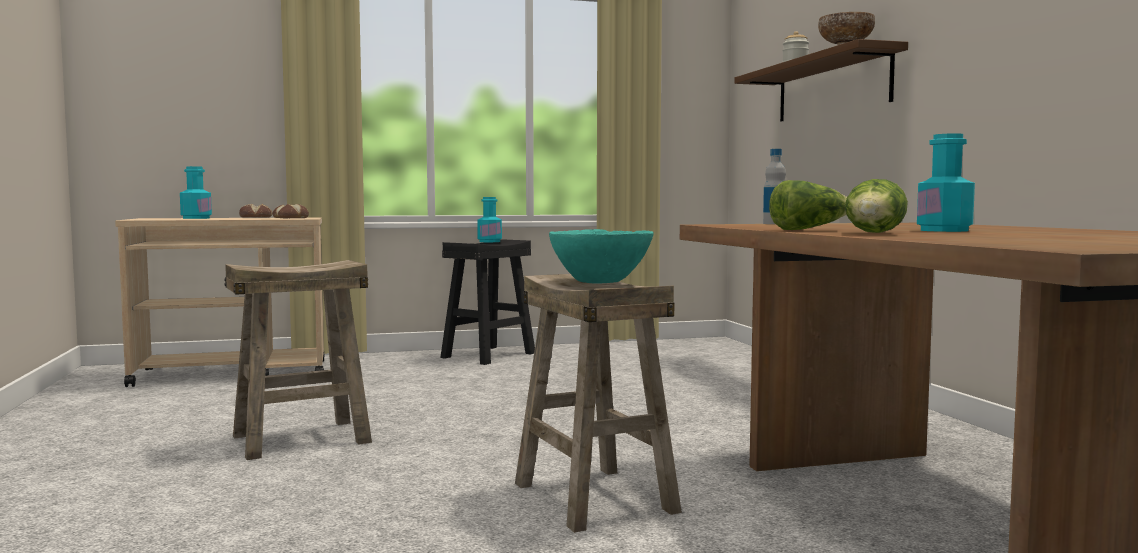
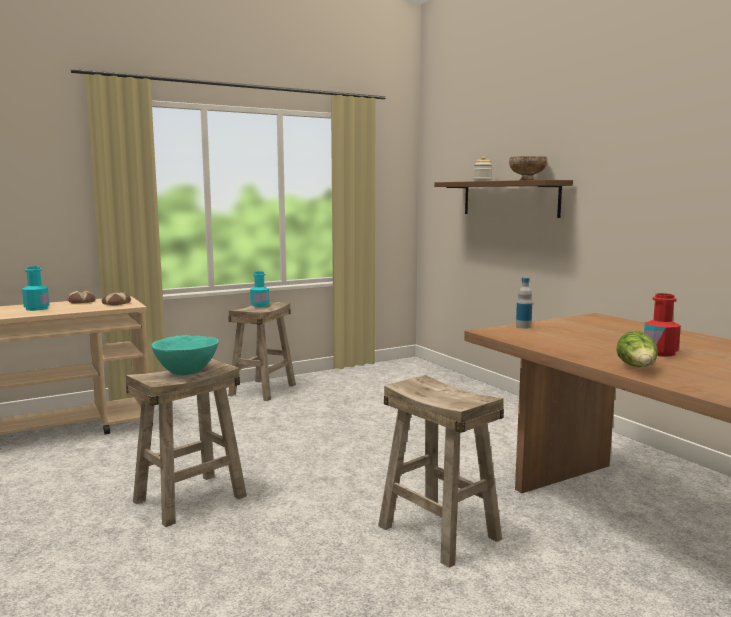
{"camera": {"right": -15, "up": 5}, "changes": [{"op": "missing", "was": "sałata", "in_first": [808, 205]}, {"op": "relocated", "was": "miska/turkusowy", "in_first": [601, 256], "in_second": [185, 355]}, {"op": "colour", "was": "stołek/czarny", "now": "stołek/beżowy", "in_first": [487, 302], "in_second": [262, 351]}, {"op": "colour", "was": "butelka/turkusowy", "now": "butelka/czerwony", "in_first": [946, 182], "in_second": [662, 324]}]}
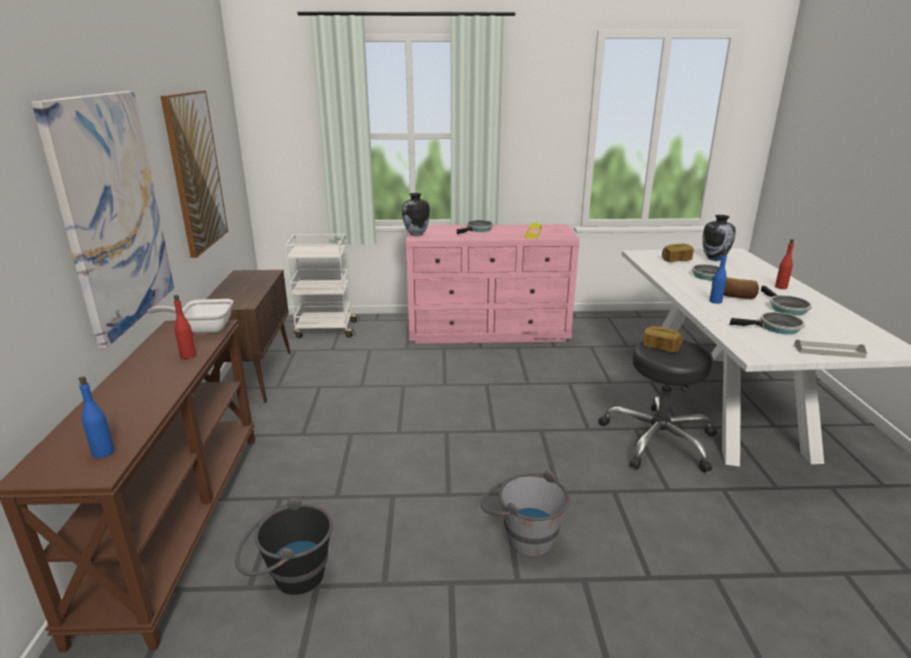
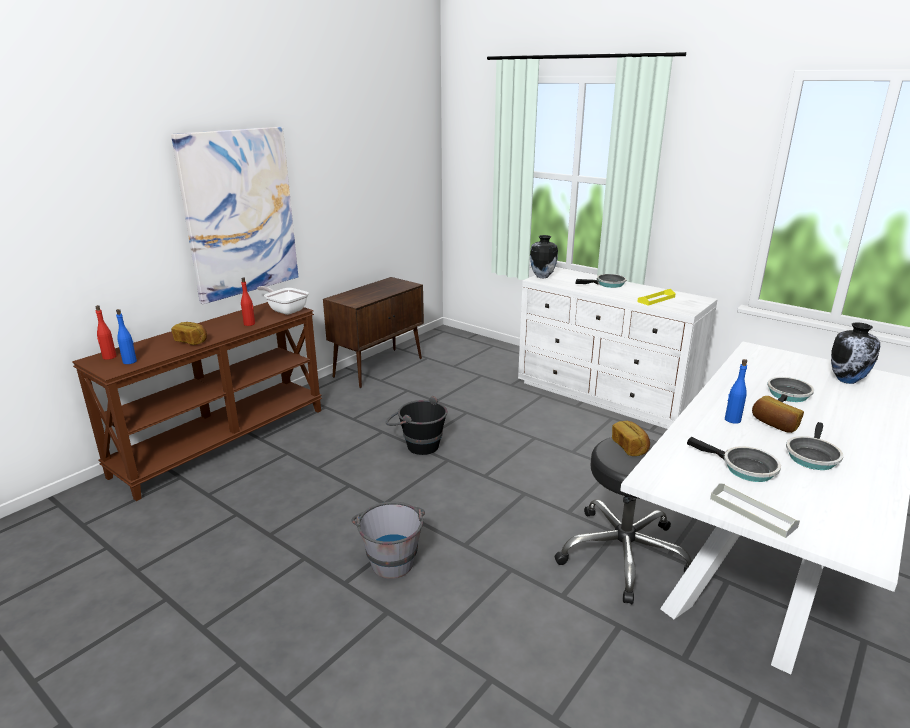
{"camera": {"right": 40, "up": 0}, "changes": [{"op": "missing", "was": "obraz", "in_first": [194, 174]}, {"op": "missing", "was": "wózek/biały", "in_first": [322, 286]}, {"op": "relocated", "was": "wiadro/czarny", "in_first": [284, 546], "in_second": [416, 425]}, {"op": "relocated", "was": "chleb", "in_first": [678, 253], "in_second": [189, 333]}, {"op": "relocated", "was": "butelka/czerwony", "in_first": [784, 264], "in_second": [106, 332]}, {"op": "colour", "was": "komoda/różowy", "now": "komoda/biały", "in_first": [493, 284], "in_second": [618, 348]}]}
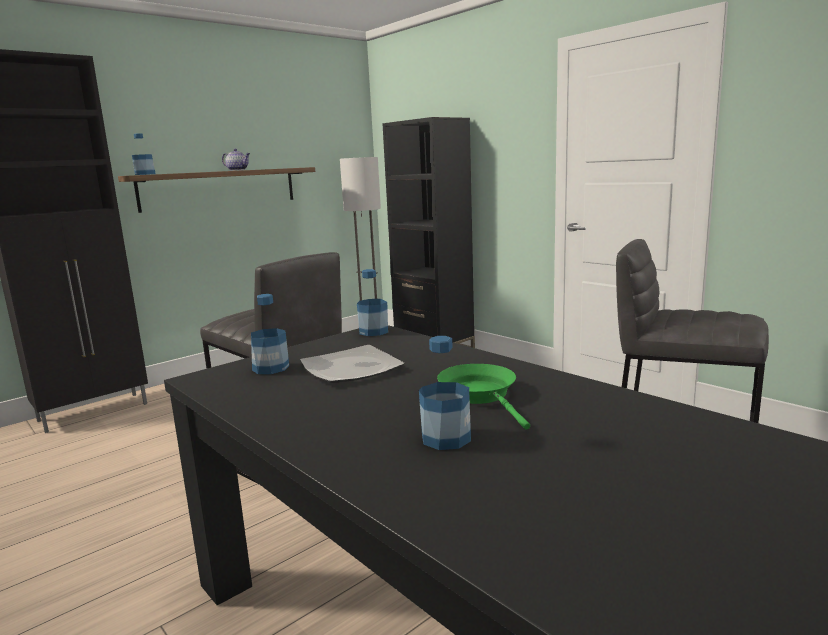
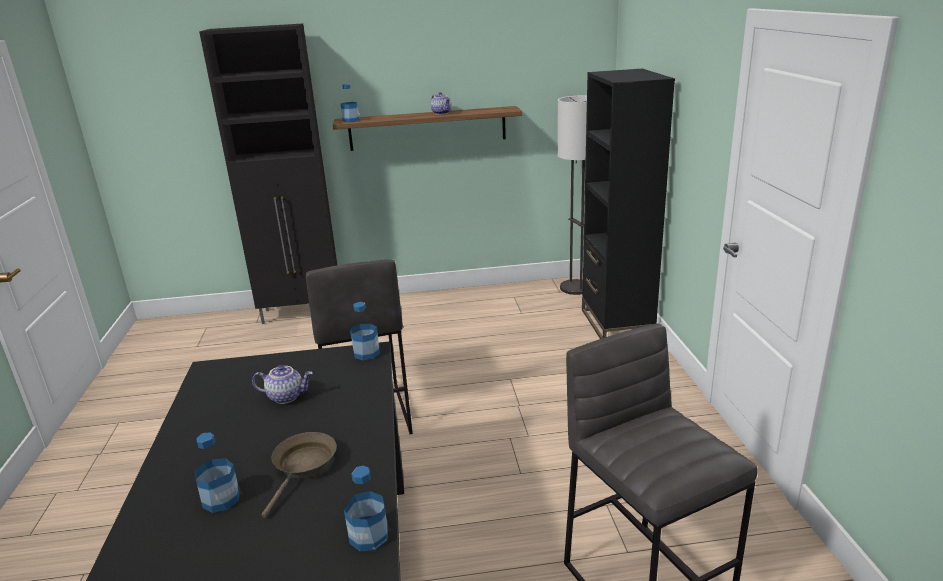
{"camera": {"right": 35, "up": 10}, "changes": [{"op": "relocated", "was": "butelka", "in_first": [270, 334], "in_second": [366, 508]}, {"op": "exchanged", "was": "talerz", "now": "imbryk", "in_first": [352, 364], "in_second": [282, 384]}, {"op": "colour", "was": "patelnia/zielony", "now": "patelnia/brązowy", "in_first": [483, 397], "in_second": [299, 475]}]}
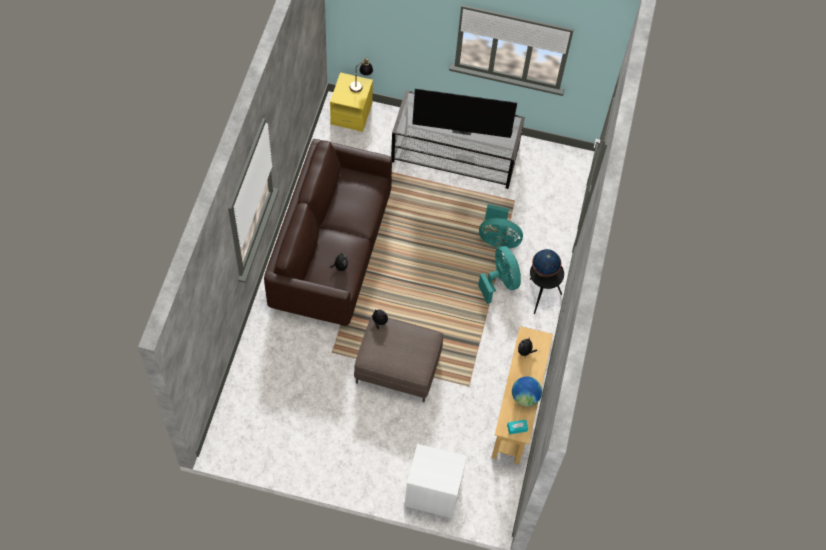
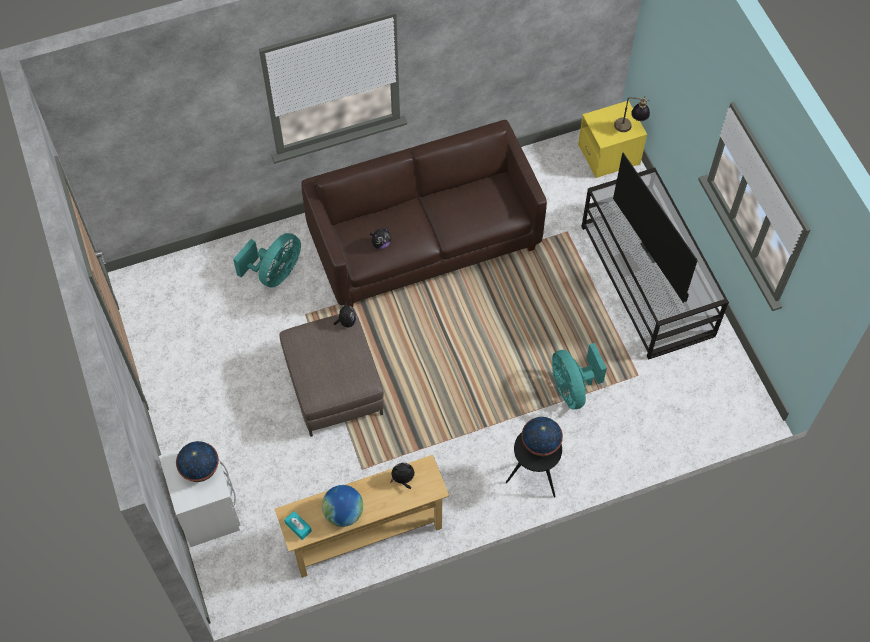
{"camera": {"right": 60, "up": 0}, "changes": [{"op": "appeared", "now": "globus", "in_second": [197, 461]}, {"op": "relocated", "was": "wentylator/turkusowy", "in_first": [499, 275], "in_second": [267, 260]}]}
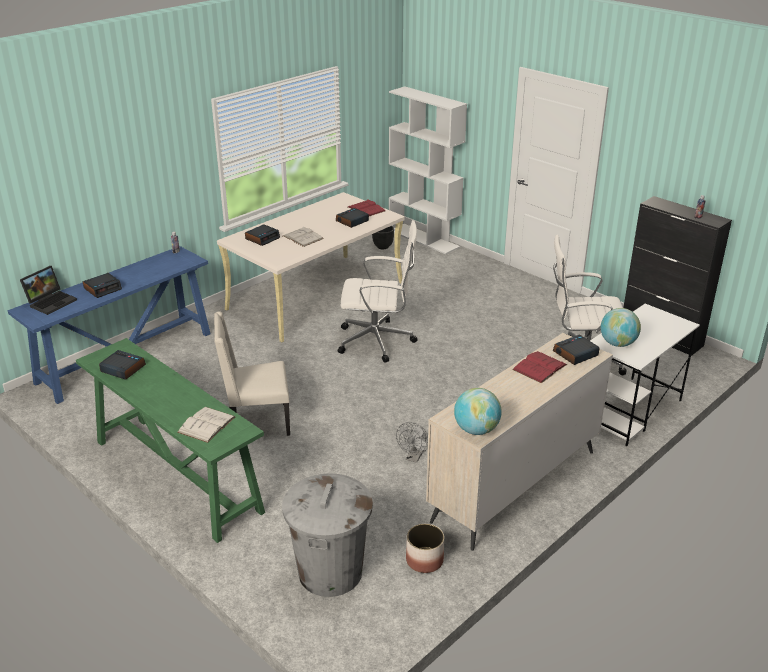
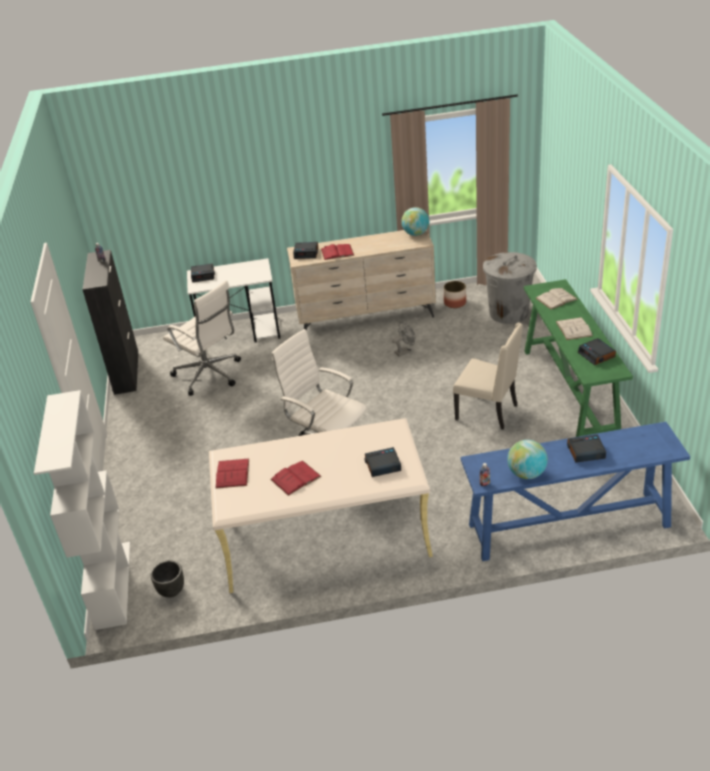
{"camera": {"right": -140, "up": 5}, "changes": [{"op": "missing", "was": "laptop", "in_first": [48, 290]}, {"op": "appeared", "now": "książka/czerwony", "in_second": [296, 478]}, {"op": "relocated", "was": "książka/biały", "in_first": [303, 236], "in_second": [574, 328]}, {"op": "relocated", "was": "budzik", "in_first": [352, 218], "in_second": [203, 272]}, {"op": "relocated", "was": "globus", "in_first": [621, 327], "in_second": [527, 459]}]}
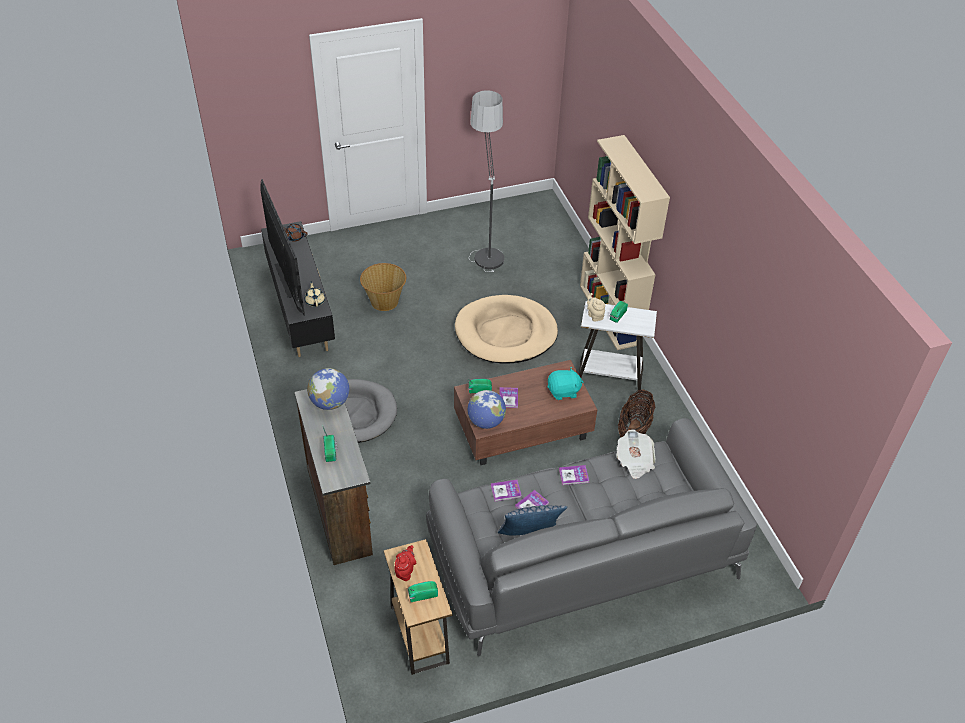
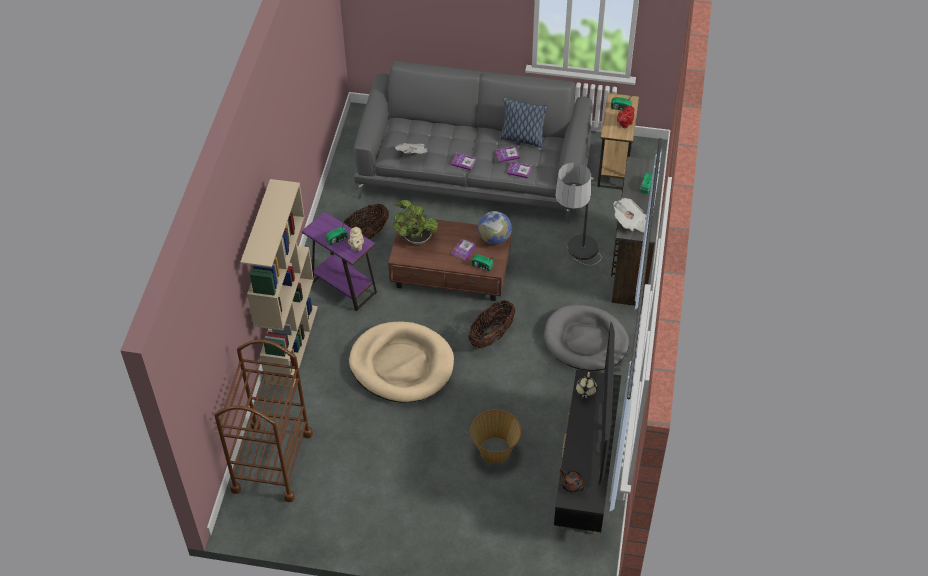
{"camera": {"right": -150, "up": 5}, "changes": [{"op": "appeared", "now": "wózek/brązowy", "in_second": [263, 420]}, {"op": "appeared", "now": "koszyk", "in_second": [491, 324]}, {"op": "relocated", "was": "lampa stojąca", "in_first": [486, 181], "in_second": [578, 214]}, {"op": "exchanged", "was": "globus", "now": "gazeta", "in_first": [328, 389], "in_second": [630, 215]}, {"op": "exchanged", "was": "pluszak/turkusowy", "now": "roślina doniczkowa", "in_first": [565, 383], "in_second": [415, 222]}, {"op": "colour", "was": "stolik/biały", "now": "stolik/fioletowy", "in_first": [617, 346], "in_second": [339, 261]}]}
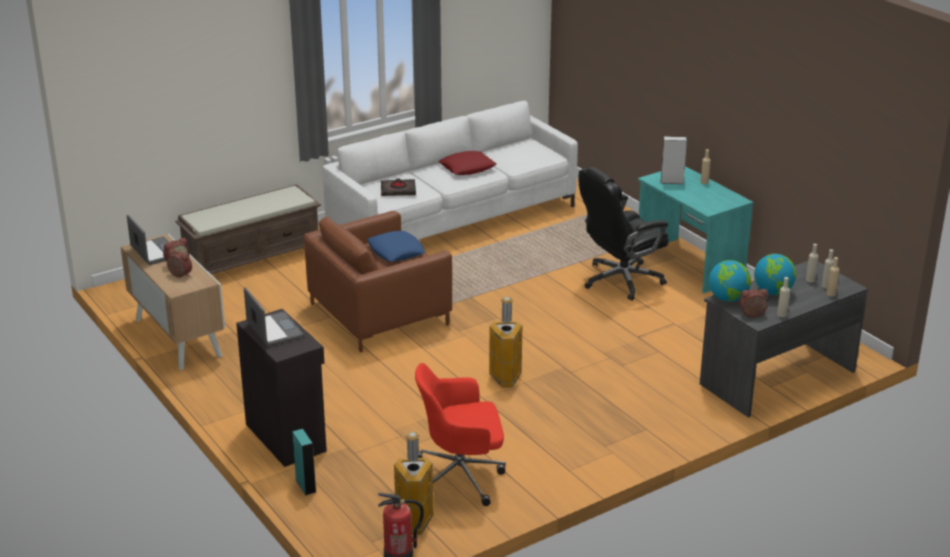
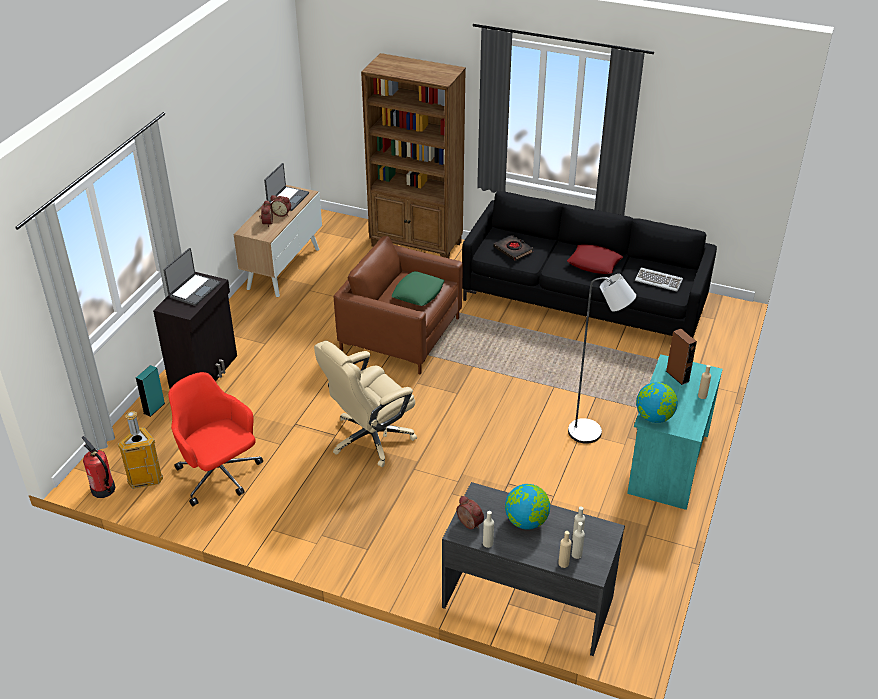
{"camera": {"right": 55, "up": 10}, "changes": [{"op": "appeared", "now": "klawiatura", "in_second": [659, 279]}, {"op": "relocated", "was": "globus", "in_first": [730, 281], "in_second": [657, 402]}, {"op": "exchanged", "was": "ławka/brązowy", "now": "regał/brązowy", "in_first": [248, 229], "in_second": [413, 155]}, {"op": "exchanged", "was": "kosz na śmieci", "now": "krzesło biurowe/beżowy", "in_first": [505, 342], "in_second": [365, 404]}, {"op": "exchanged", "was": "krzesło biurowe/czarny", "now": "lampa stojąca/szary", "in_first": [624, 234], "in_second": [602, 359]}, {"op": "colour", "was": "kanapa/biały", "now": "kanapa/czarny", "in_first": [450, 170], "in_second": [589, 264]}, {"op": "colour", "was": "poduszka/niebieski", "now": "poduszka/zielony", "in_first": [396, 246], "in_second": [418, 288]}, {"op": "colour", "was": "głośnik/szary", "now": "głośnik/brązowy", "in_first": [673, 160], "in_second": [681, 356]}]}
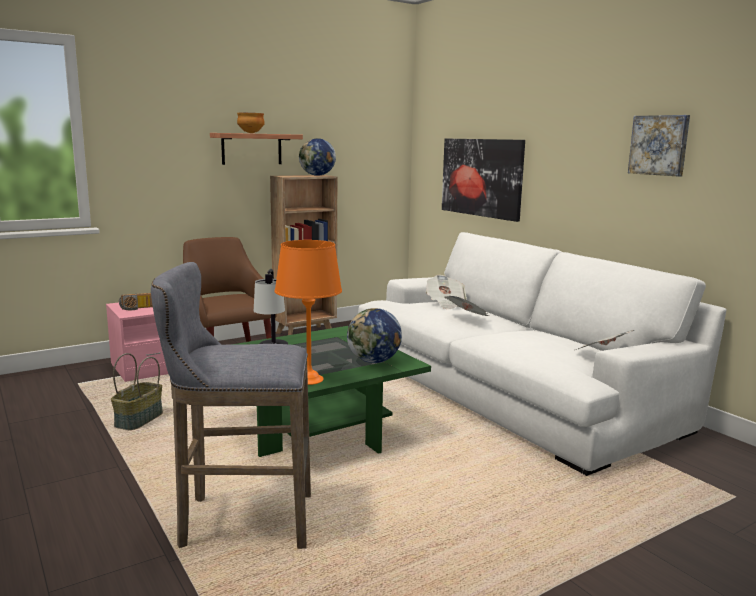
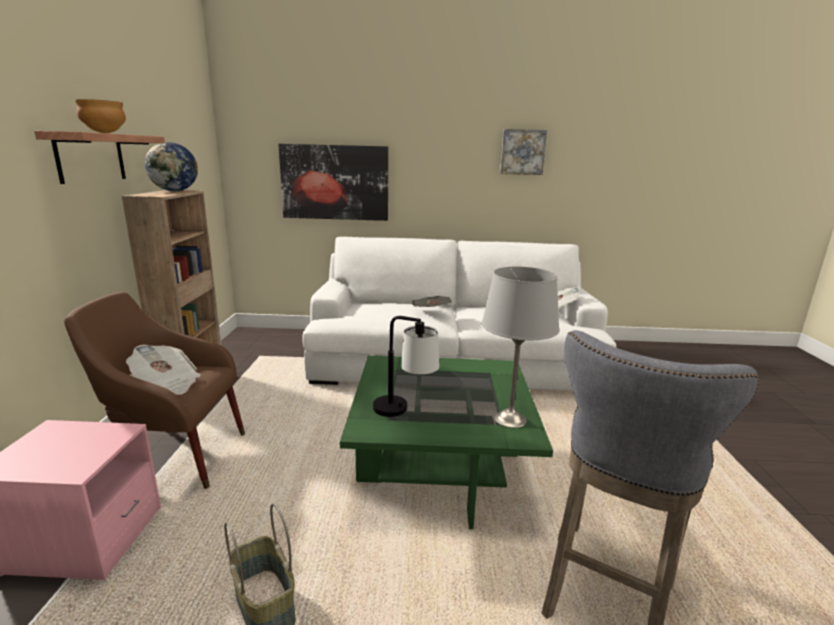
{"camera": {"right": -55, "up": 5}, "changes": [{"op": "missing", "was": "radio", "in_first": [136, 301]}, {"op": "missing", "was": "globus", "in_first": [374, 335]}, {"op": "relocated", "was": "gazeta", "in_first": [446, 292], "in_second": [163, 370]}, {"op": "colour", "was": "lampa stołowa/pomarańczowy", "now": "lampa stołowa/szary", "in_first": [308, 312], "in_second": [520, 347]}]}
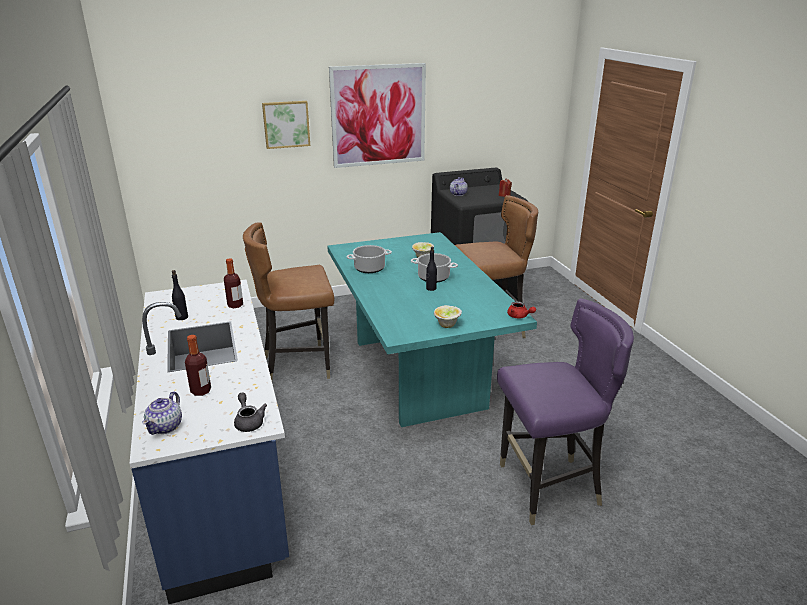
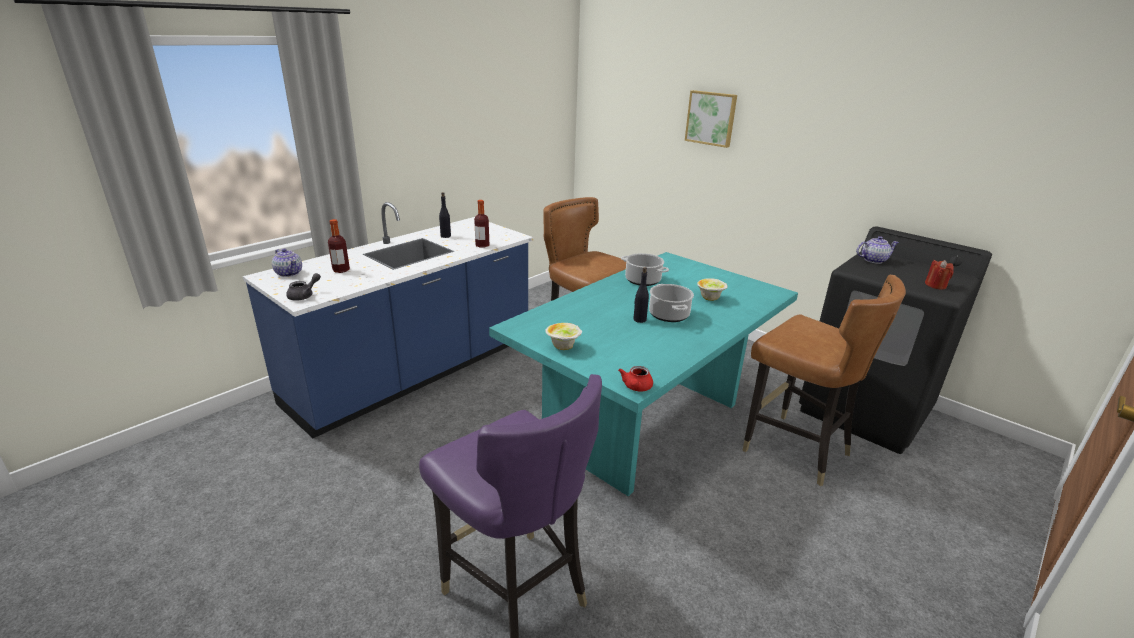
{"camera": {"right": 60, "up": 0}, "changes": [{"op": "missing", "was": "obraz", "in_first": [377, 115]}, {"op": "spun", "was": "imbryk", "in_first": [162, 413], "in_second": [287, 262], "clockwise": -120}]}
